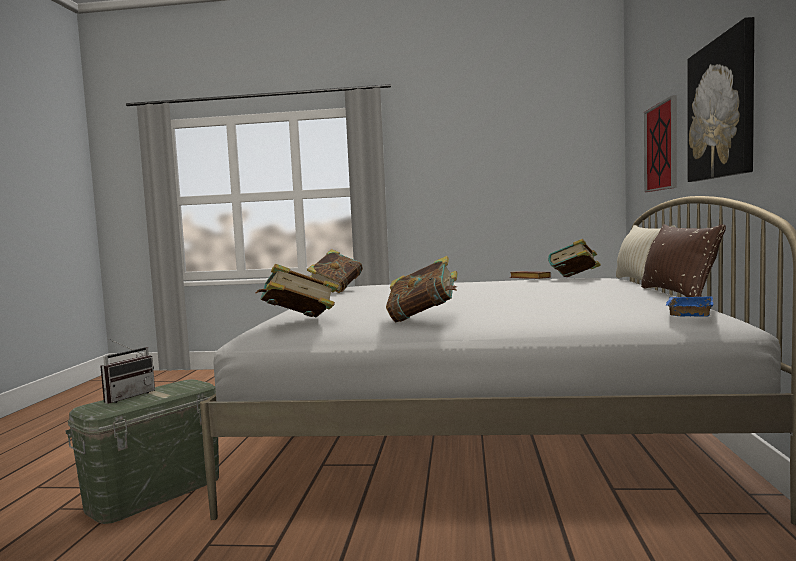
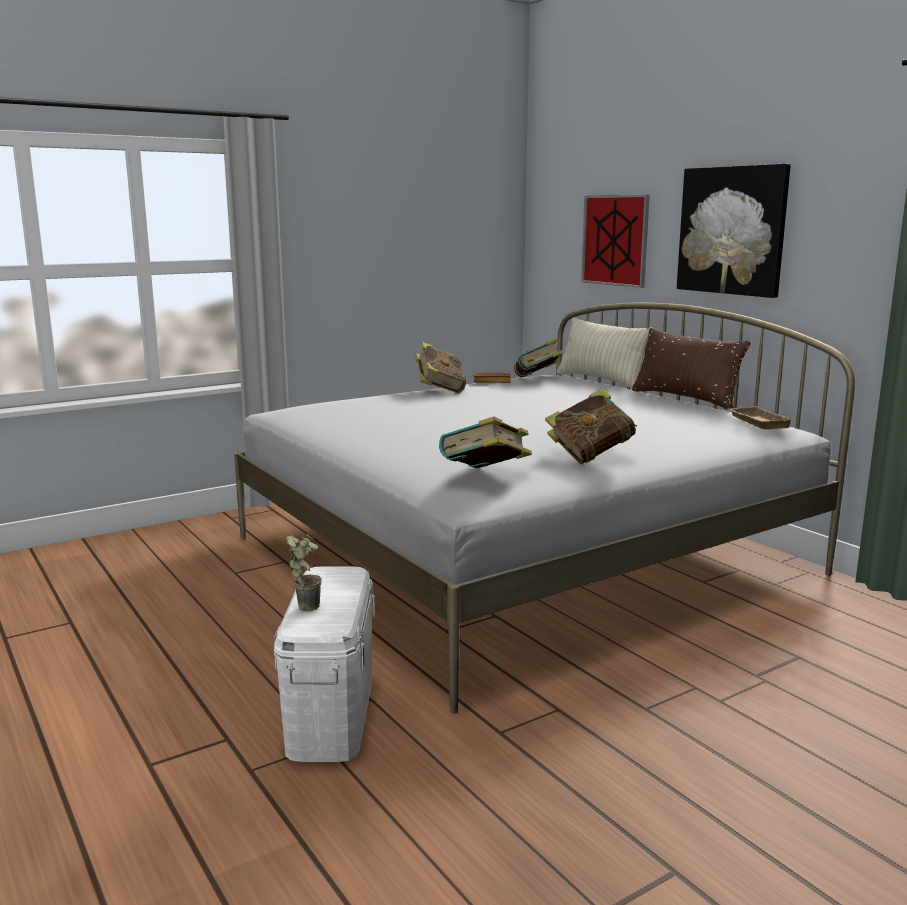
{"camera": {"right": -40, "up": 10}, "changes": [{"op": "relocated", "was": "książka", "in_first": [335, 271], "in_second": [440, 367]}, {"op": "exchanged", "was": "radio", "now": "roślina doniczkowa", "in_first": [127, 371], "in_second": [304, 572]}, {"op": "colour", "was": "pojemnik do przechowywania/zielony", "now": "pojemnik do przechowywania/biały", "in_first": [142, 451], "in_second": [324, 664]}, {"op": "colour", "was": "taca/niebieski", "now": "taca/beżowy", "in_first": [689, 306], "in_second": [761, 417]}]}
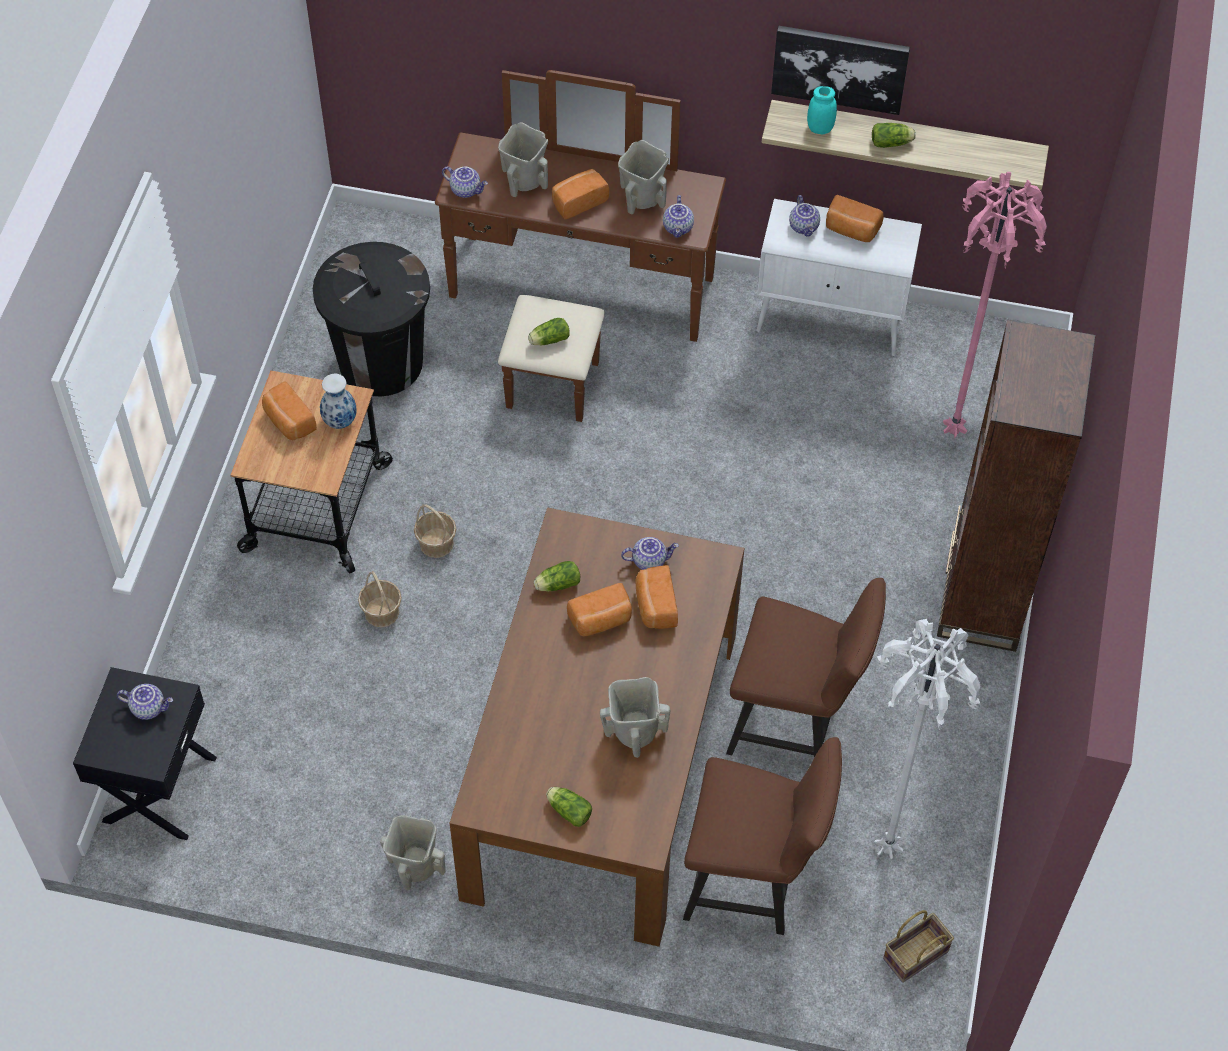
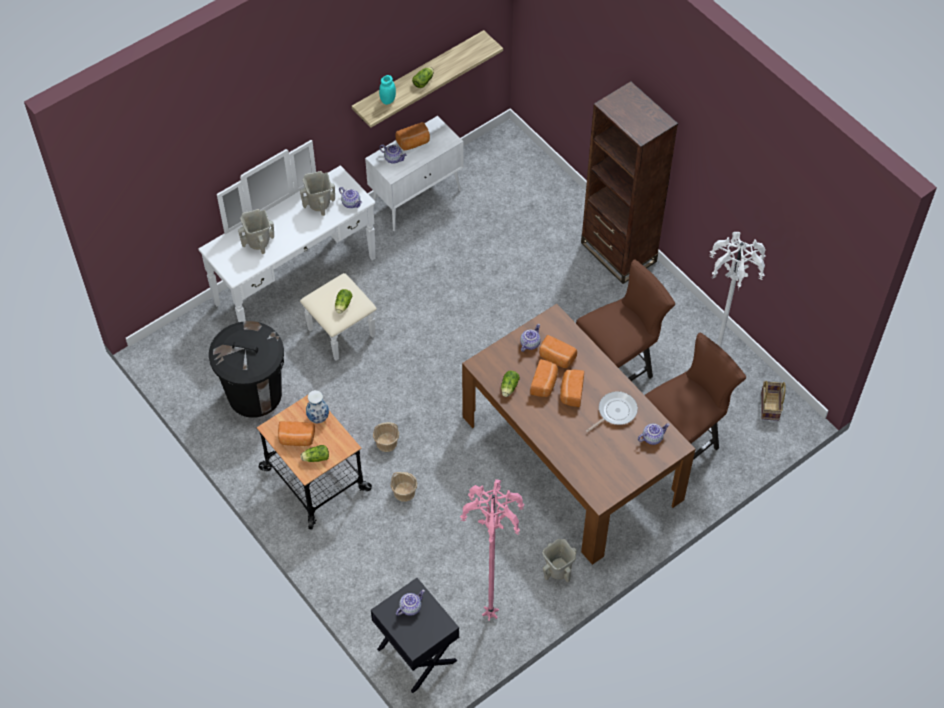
{"camera": {"right": -50, "up": 0}, "changes": [{"op": "missing", "was": "obraz", "in_first": [840, 70]}, {"op": "relocated", "was": "imbryk", "in_first": [465, 182], "in_second": [654, 434]}, {"op": "relocated", "was": "sałata", "in_first": [569, 807], "in_second": [315, 453]}, {"op": "relocated", "was": "chleb", "in_first": [580, 194], "in_second": [572, 388]}, {"op": "relocated", "was": "lampa stojąca/różowy", "in_first": [995, 305], "in_second": [492, 550]}, {"op": "exchanged", "was": "wazon/beżowy", "now": "patelnia", "in_first": [635, 717], "in_second": [612, 411]}, {"op": "colour", "was": "komoda/brązowy", "now": "komoda/biały", "in_first": [580, 246], "in_second": [287, 250]}]}
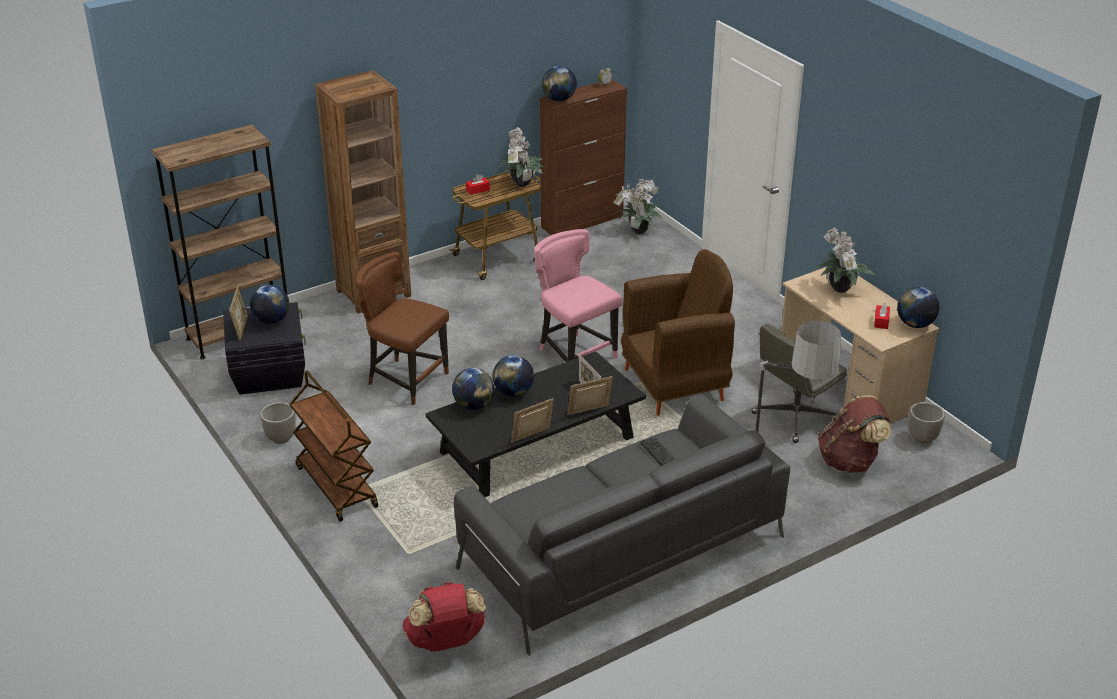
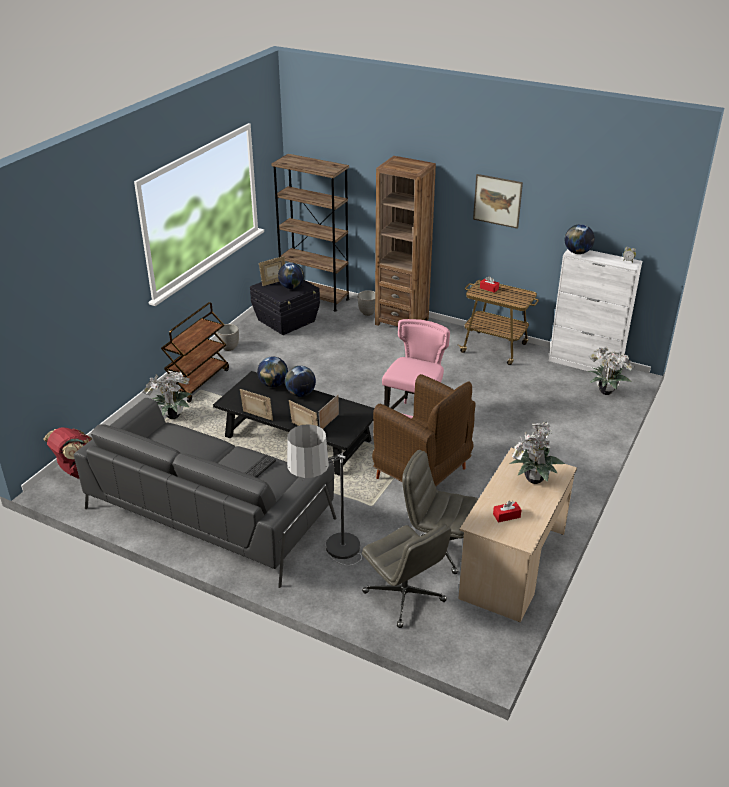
{"camera": {"right": 60, "up": 0}, "changes": [{"op": "missing", "was": "krzesło/brązowy", "in_first": [402, 328]}, {"op": "missing", "was": "globus", "in_first": [918, 307]}, {"op": "appeared", "now": "obraz", "in_second": [498, 201]}, {"op": "relocated", "was": "roślina doniczkowa", "in_first": [521, 156], "in_second": [167, 395]}, {"op": "relocated", "was": "donica", "in_first": [927, 423], "in_second": [366, 303]}, {"op": "exchanged", "was": "plecak/brązowy", "now": "krzesło biurowe/szary", "in_first": [855, 434], "in_second": [406, 576]}, {"op": "colour", "was": "szafka/brązowy", "now": "szafka/biały", "in_first": [583, 157], "in_second": [595, 310]}]}
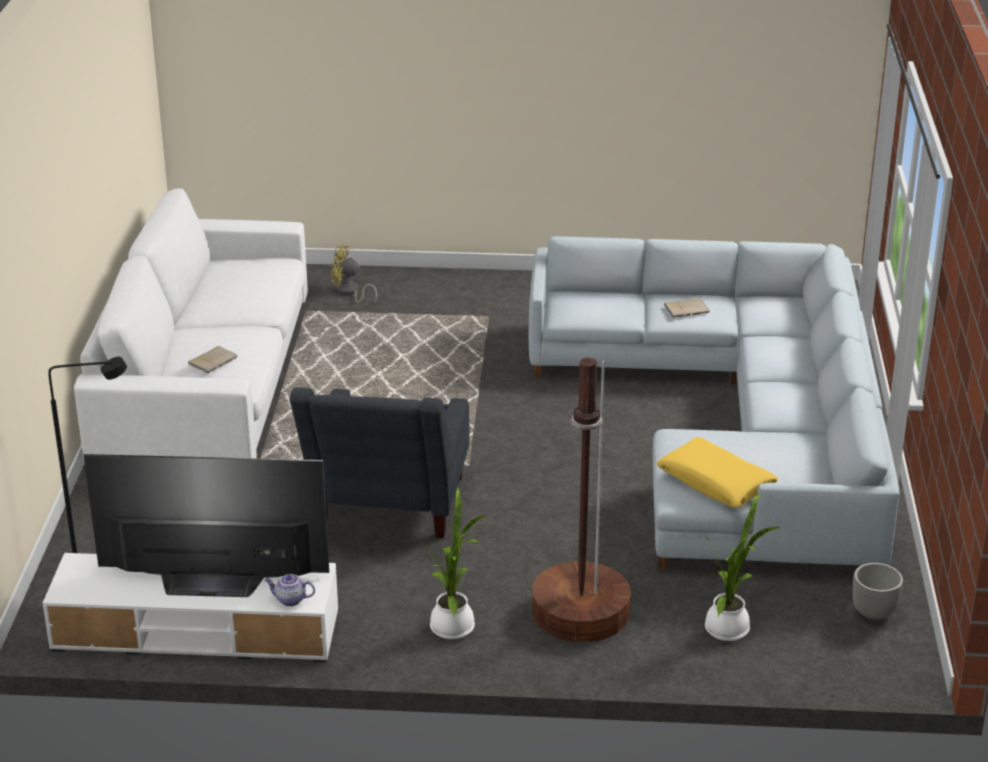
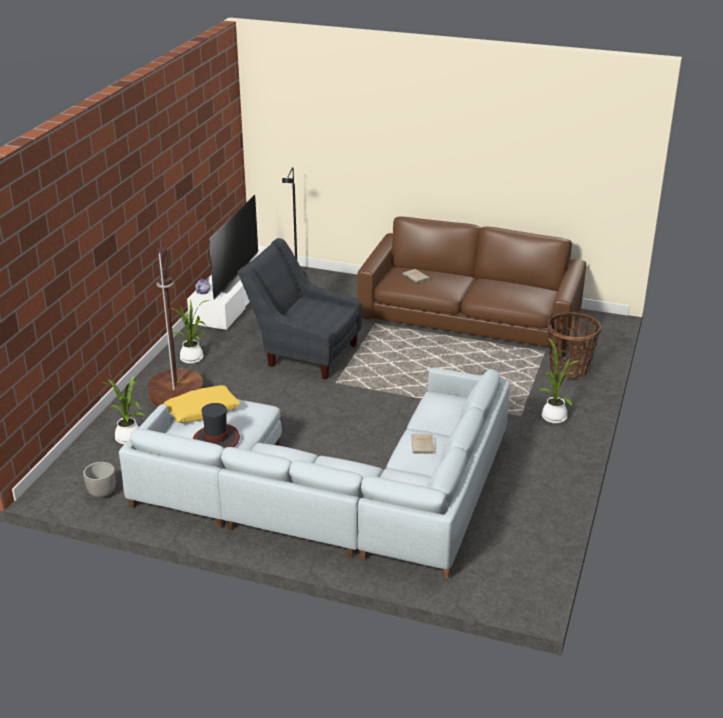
{"camera": {"right": 105, "up": 0}, "changes": [{"op": "appeared", "now": "kapelusz", "in_second": [216, 425]}, {"op": "appeared", "now": "roślina doniczkowa", "in_second": [559, 381]}, {"op": "exchanged", "was": "wentylator/żółty", "now": "koszyk", "in_first": [354, 274], "in_second": [574, 345]}, {"op": "colour", "was": "kanapa/biały", "now": "kanapa/brązowy", "in_first": [191, 326], "in_second": [472, 283]}]}
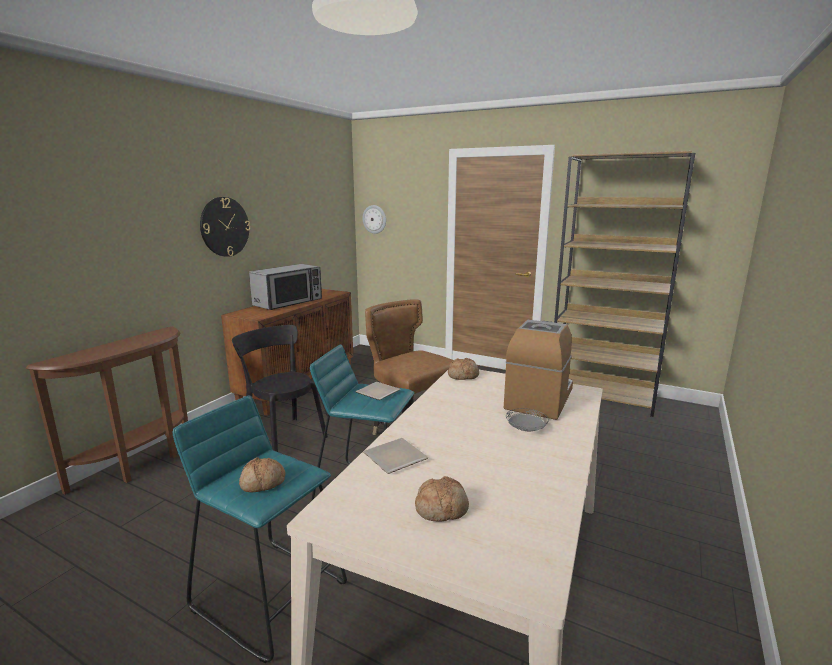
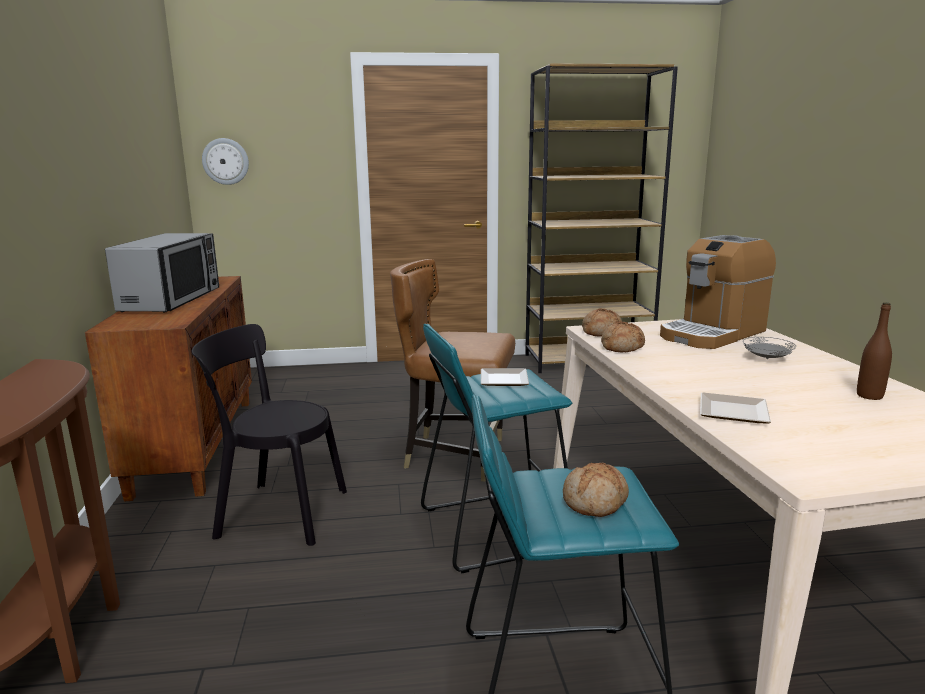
{"camera": {"right": -35, "up": 0}, "changes": [{"op": "missing", "was": "zegar ścienny", "in_first": [225, 227]}, {"op": "appeared", "now": "butelka/brązowy", "in_second": [874, 351]}, {"op": "relocated", "was": "chleb", "in_first": [442, 499], "in_second": [623, 336]}, {"op": "spun", "was": "ekspres do kawy", "in_first": [538, 370], "in_second": [718, 292], "clockwise": -120}]}
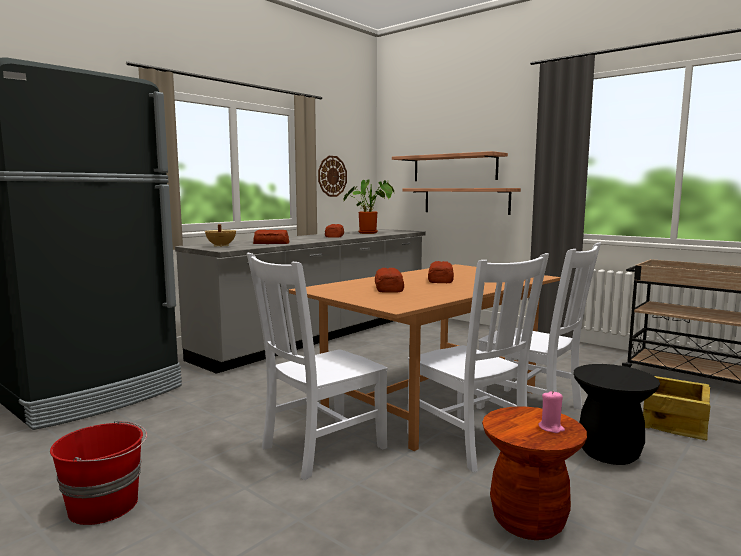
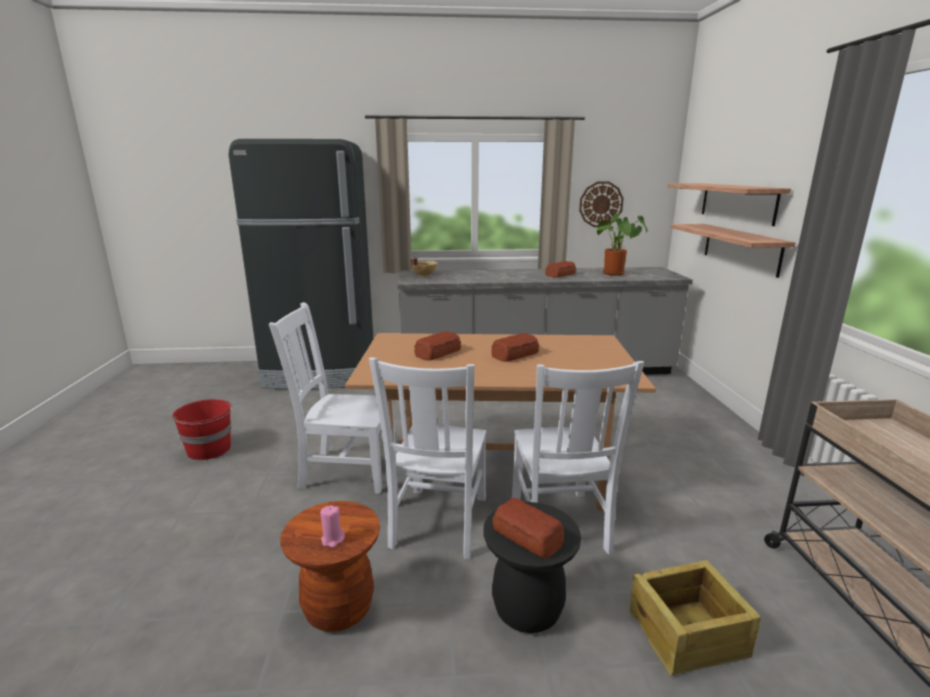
{"camera": {"right": 45, "up": 10}, "changes": [{"op": "relocated", "was": "chleb", "in_first": [271, 237], "in_second": [528, 528]}]}
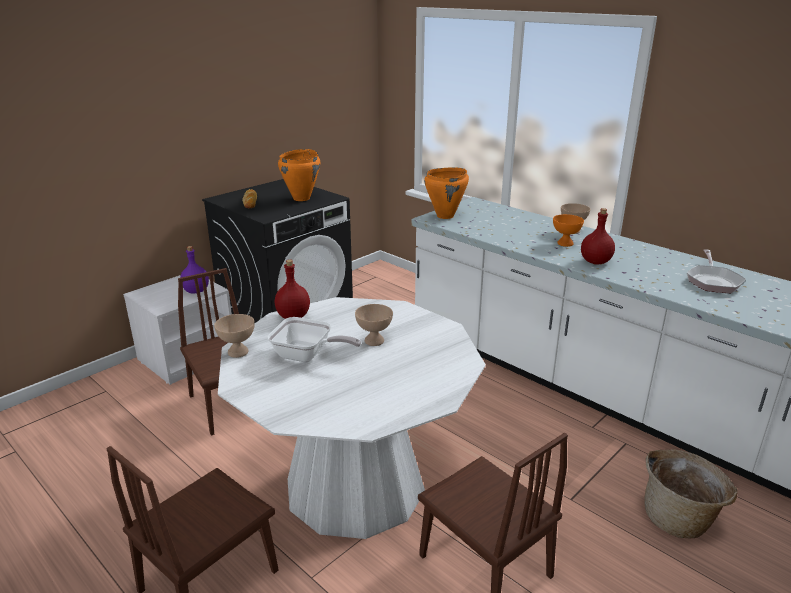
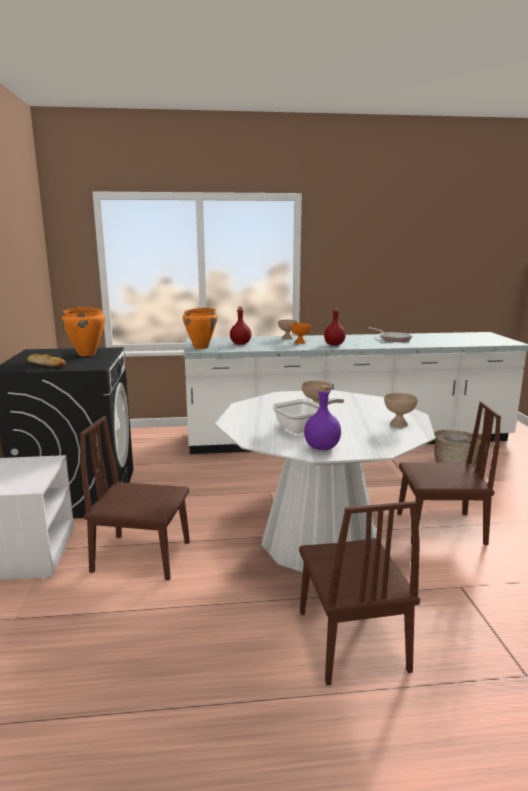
{"camera": {"right": -50, "up": -10}, "changes": [{"op": "relocated", "was": "butelka/fioletowy", "in_first": [194, 269], "in_second": [322, 417]}, {"op": "relocated", "was": "miska/beżowy", "in_first": [234, 336], "in_second": [401, 410]}, {"op": "relocated", "was": "butelka/czerwony", "in_first": [292, 289], "in_second": [240, 326]}]}
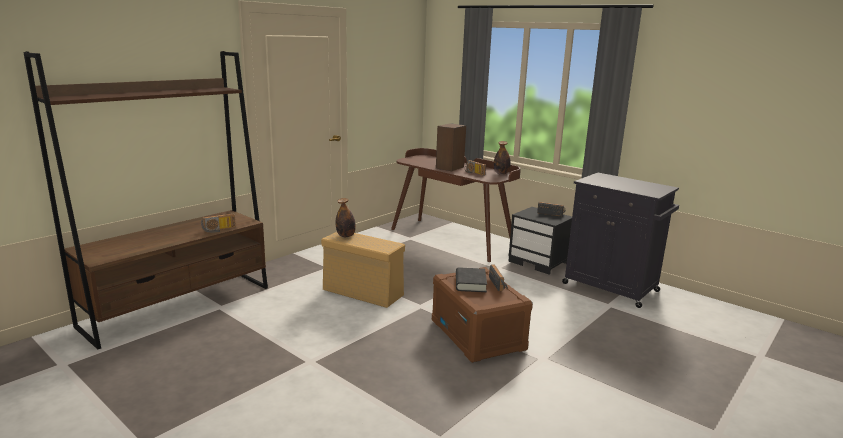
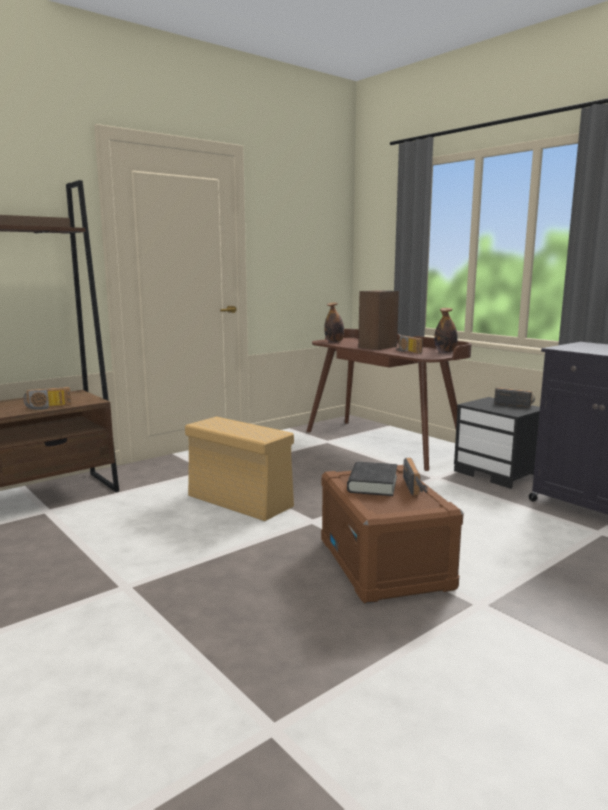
{"camera": {"right": 10, "up": -5}, "changes": [{"op": "relocated", "was": "butelka", "in_first": [346, 217], "in_second": [334, 323]}]}
